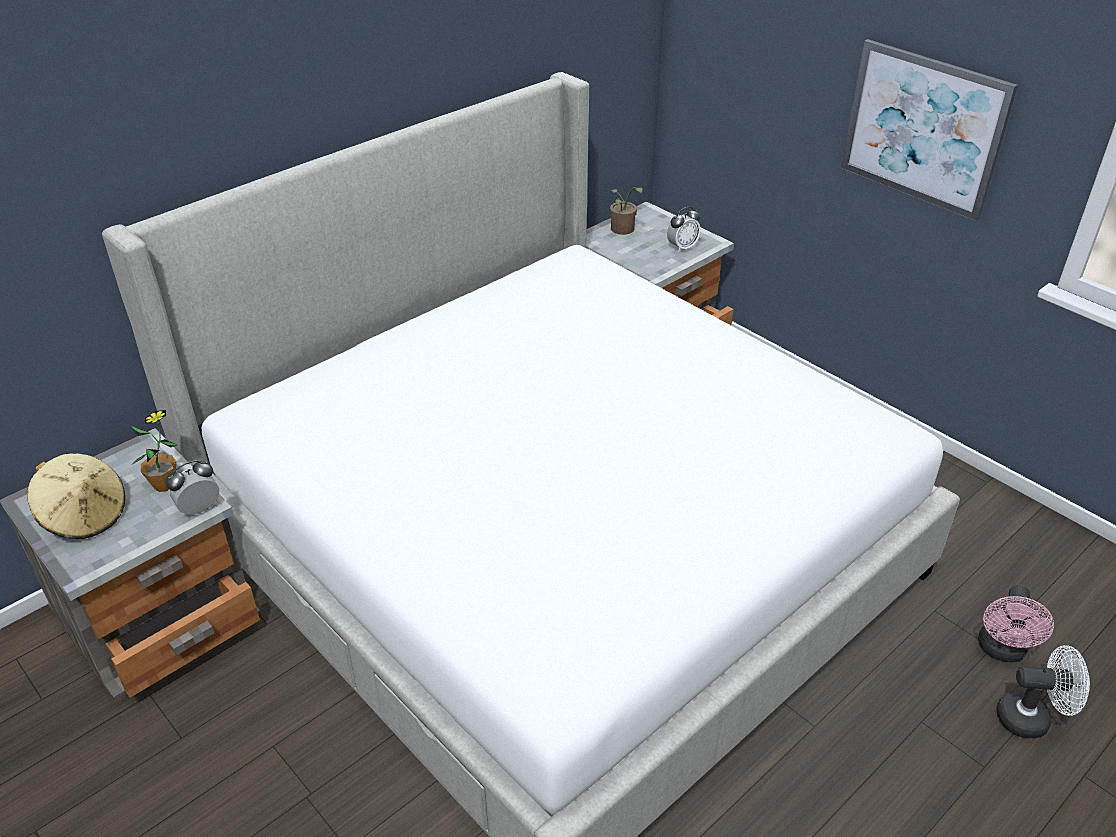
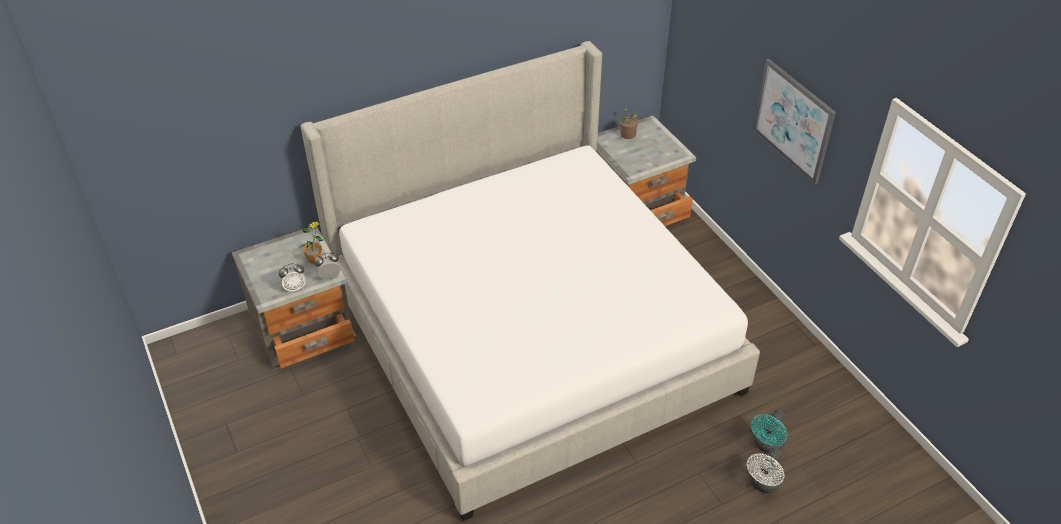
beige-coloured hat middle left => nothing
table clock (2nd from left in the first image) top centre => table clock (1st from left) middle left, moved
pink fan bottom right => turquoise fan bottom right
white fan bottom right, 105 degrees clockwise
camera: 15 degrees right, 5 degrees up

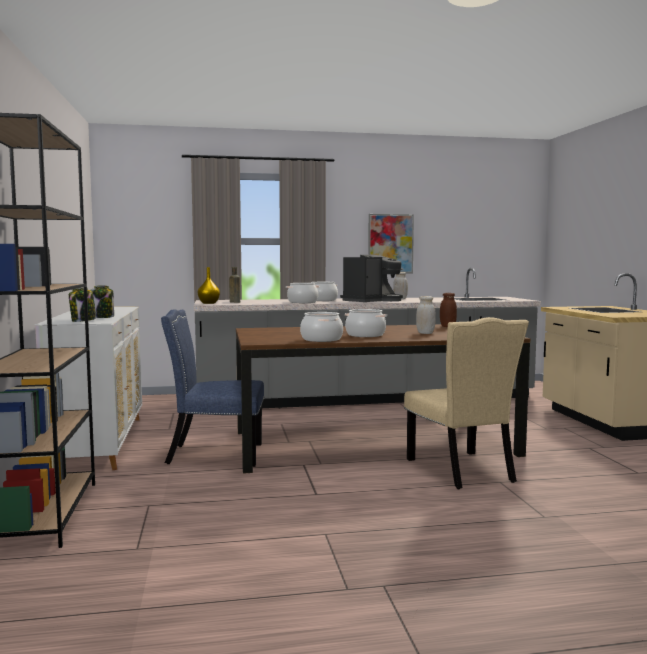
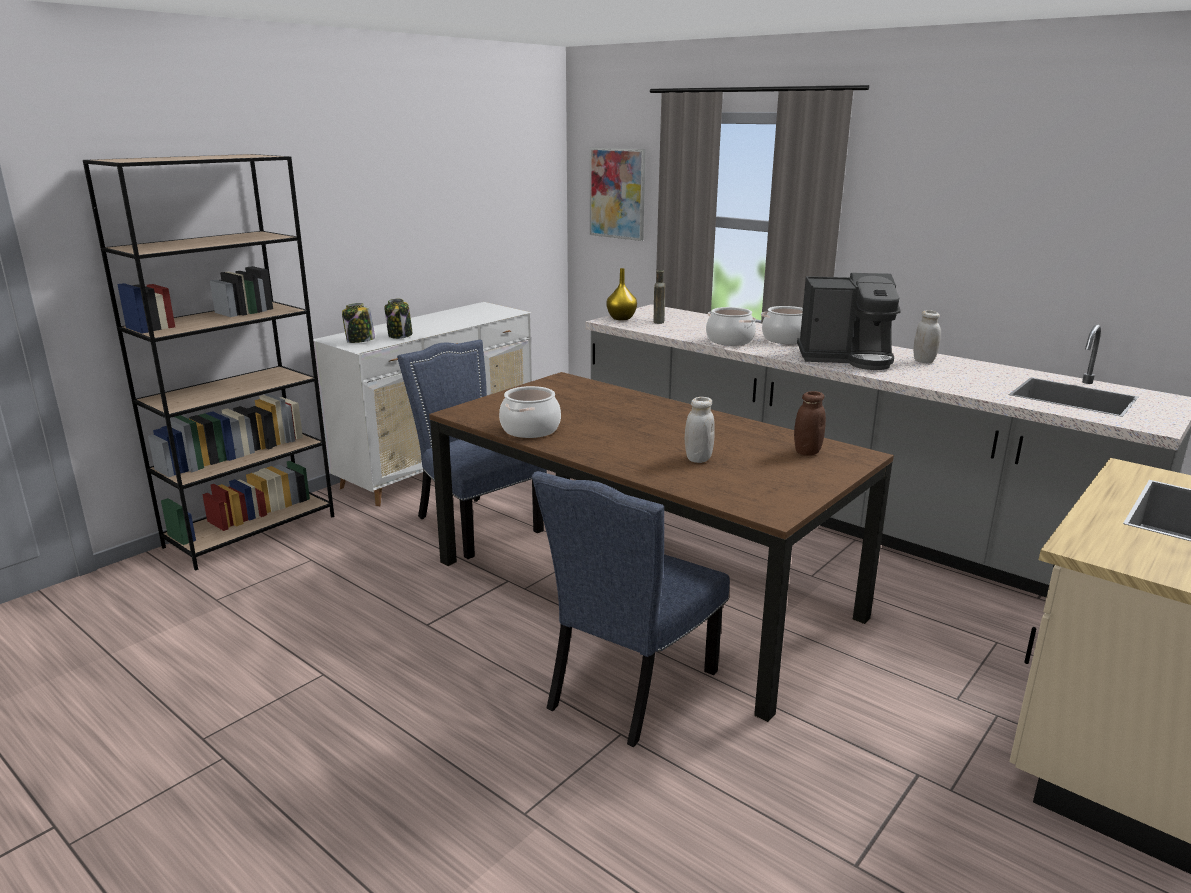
saucepot (4th from left) centre => nothing
wall art centre => wall art top centre, moved
beige-coloured plain chair middle right => blue plain chair (2nd from left) bottom centre
camera: 50 degrees right, 15 degrees up

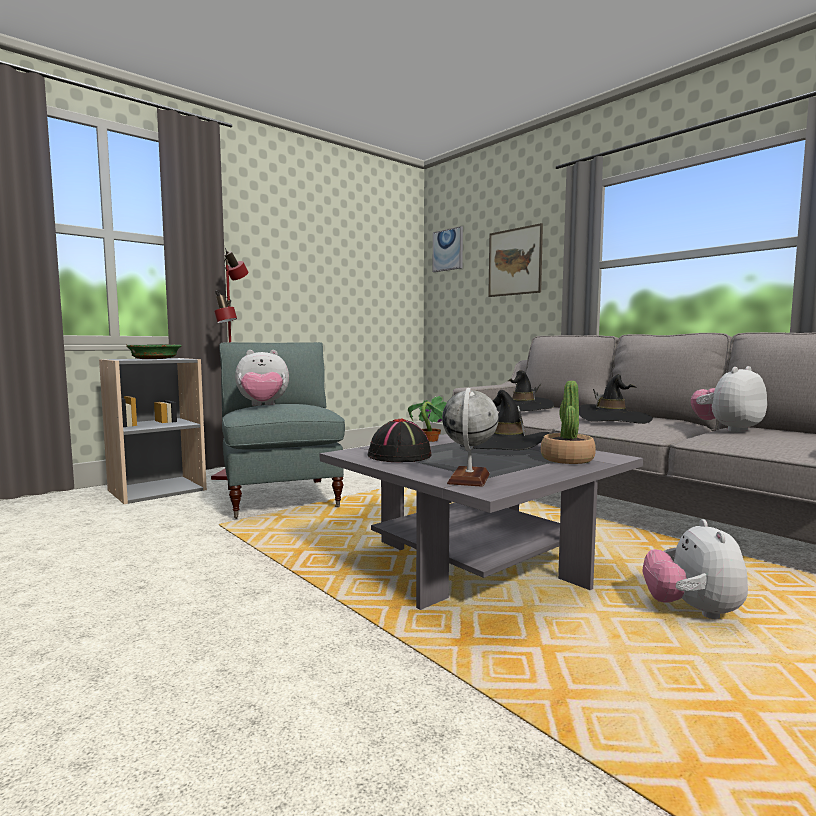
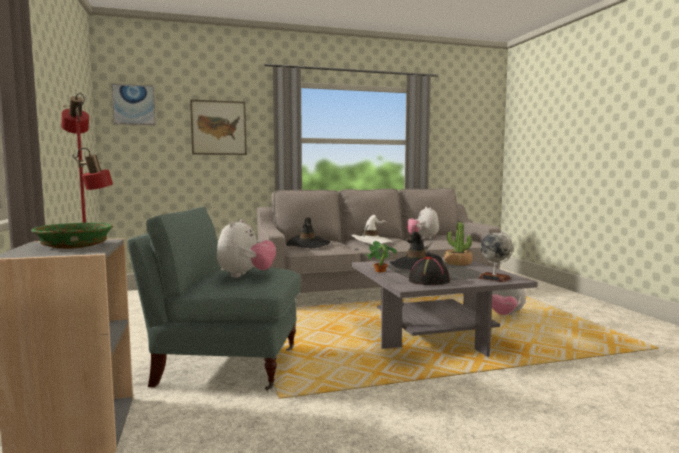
blackish hat (4th from left) middle right => white hat centre
camera: 65 degrees left, 0 degrees up

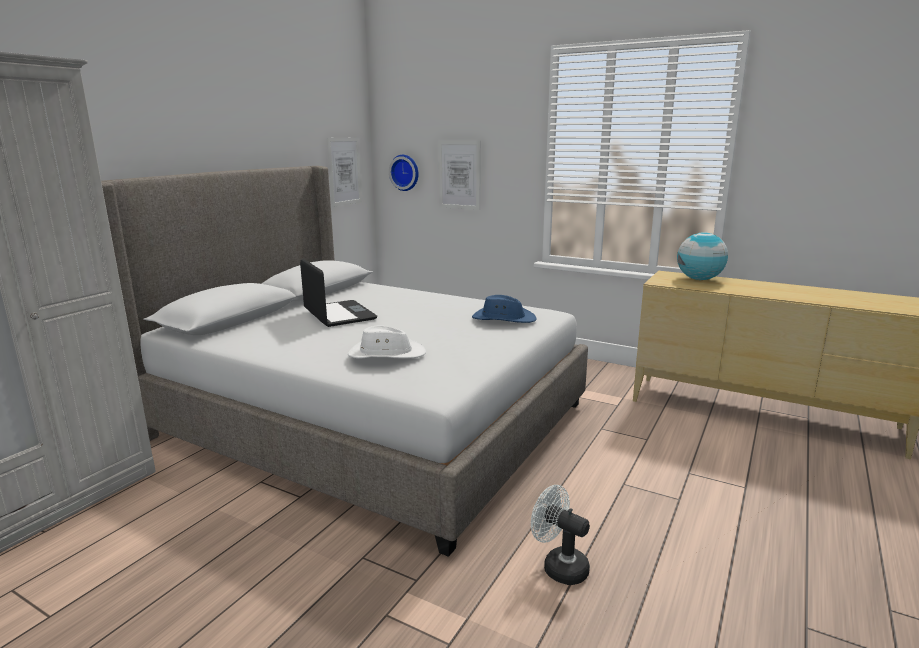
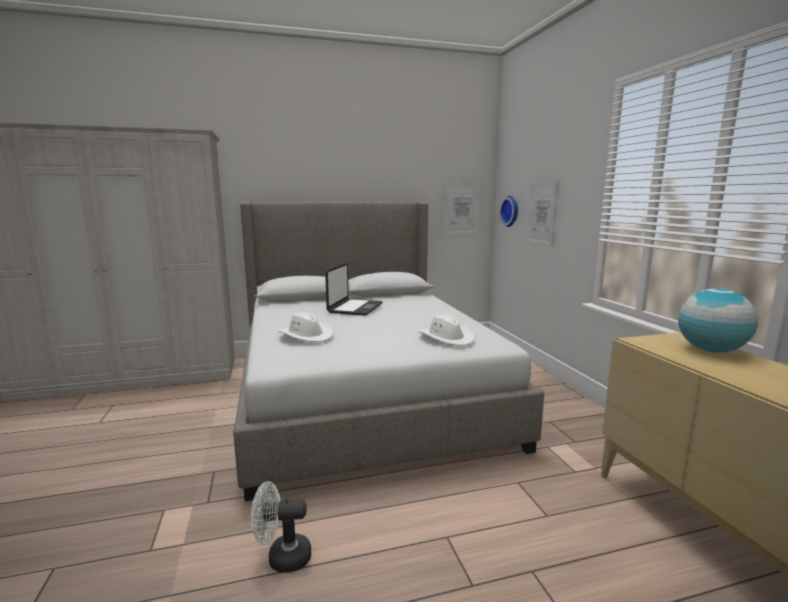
blue hat centre => white hat (2nd from left) centre
white fan bottom centre, 90 degrees counterclockwise
camera: 45 degrees right, 5 degrees down

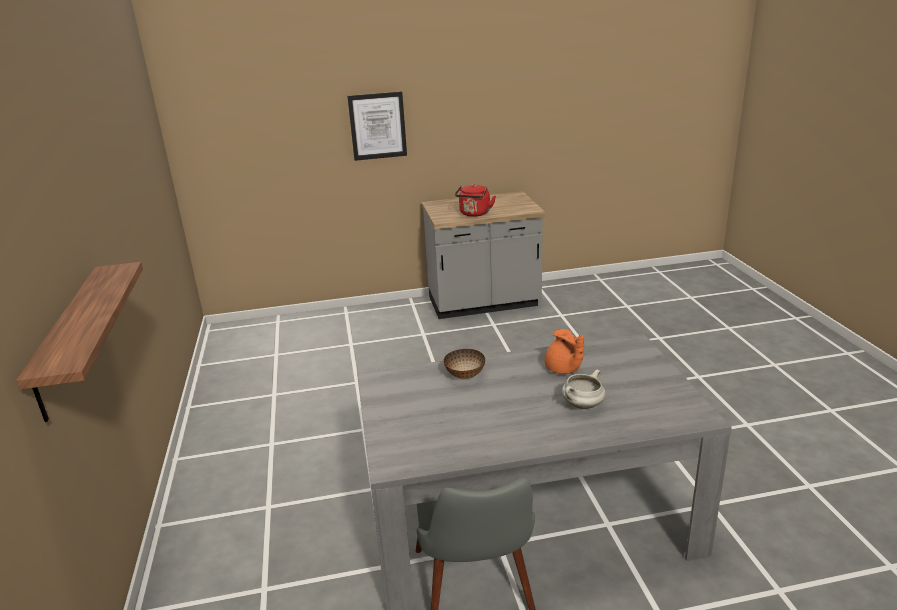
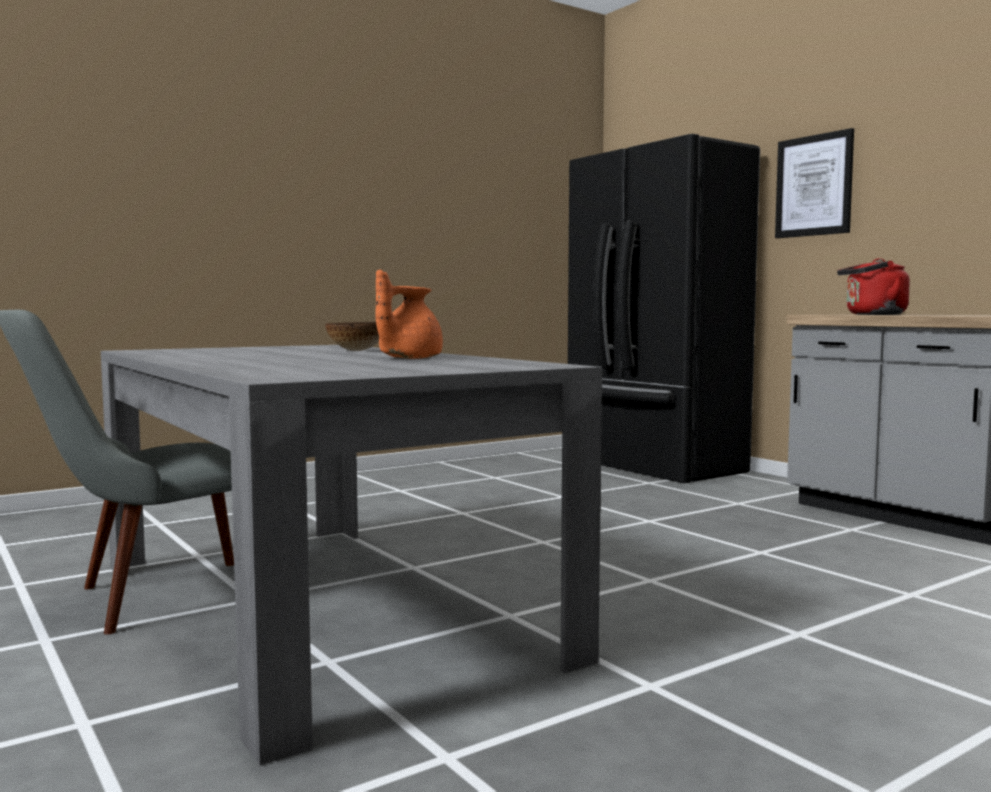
shelf middle left => nothing
white saucepot centre => nothing
nothing => blackish fridge middle right
camera: 65 degrees right, 20 degrees down

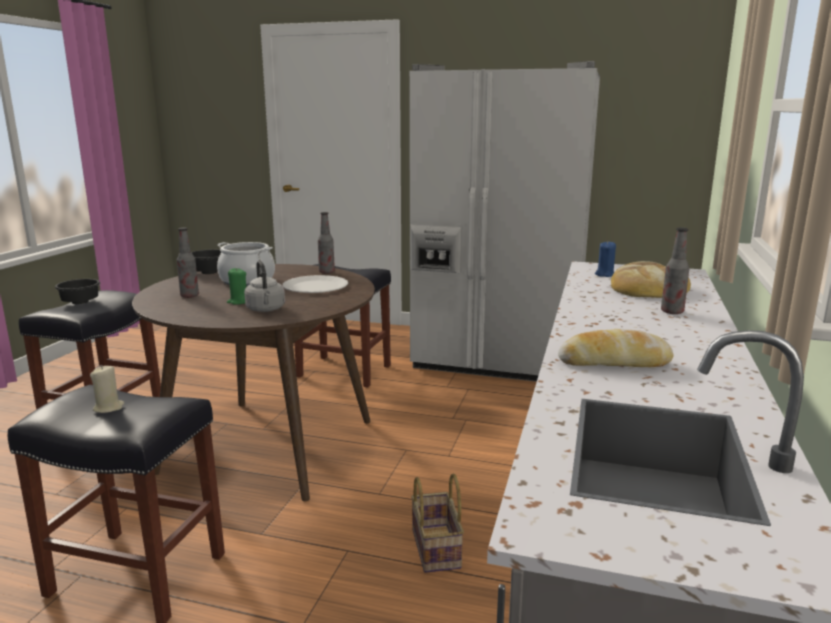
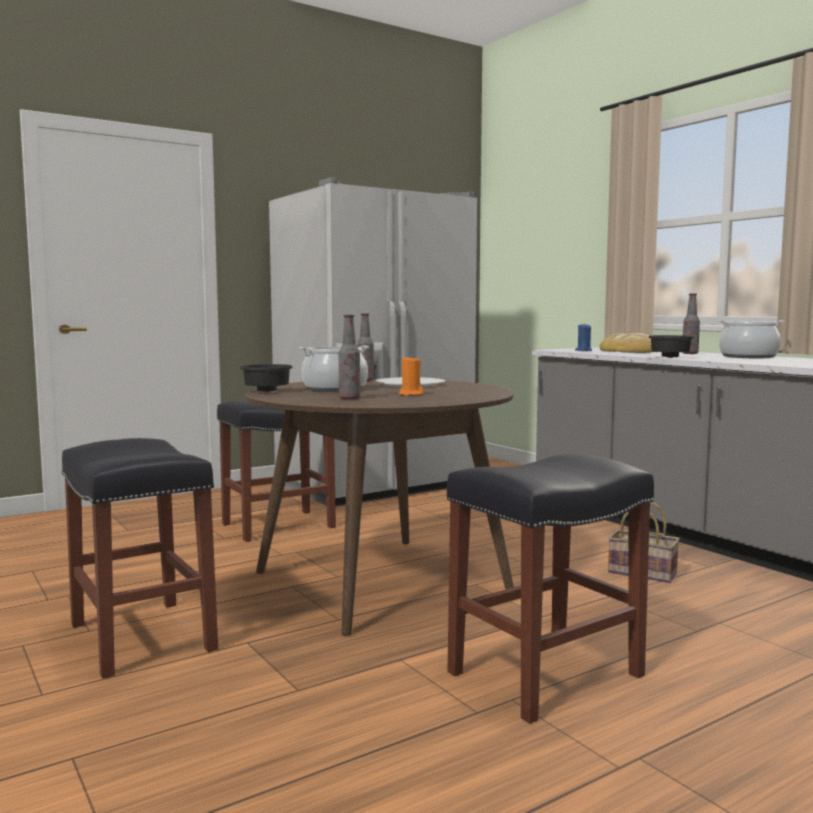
beige-coloured candle middle left => nothing
gray kettle middle left => nothing
bakery bread (1st from left) middle right => nothing
nothing => saucepot (2nd from left) middle right
blackish deep dish (1st from left in the first image) middle left => blackish deep dish (2nd from left) middle right, moved
green-coloured candle middle left => orange-coloured candle centre
camera: 50 degrees left, 10 degrees down

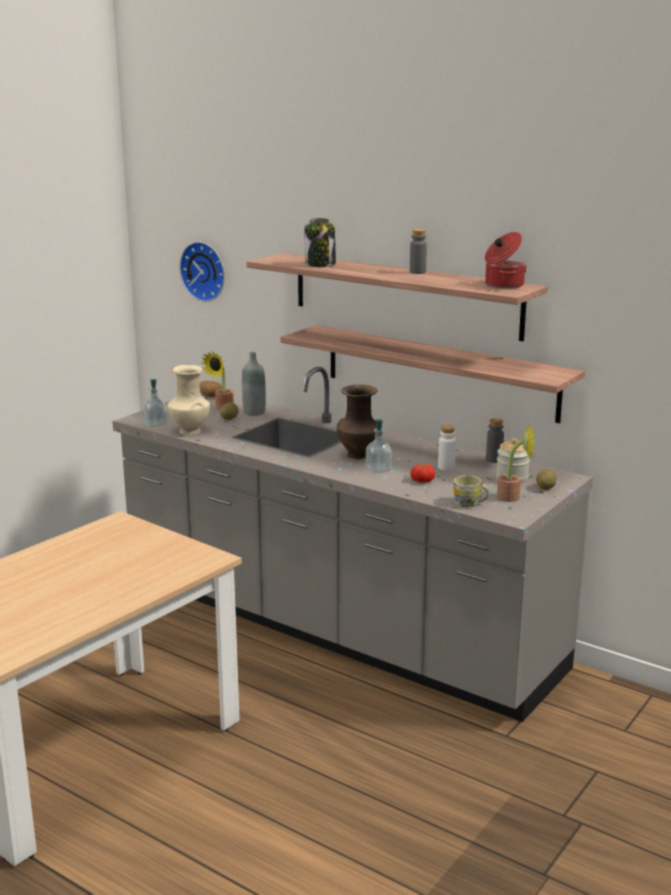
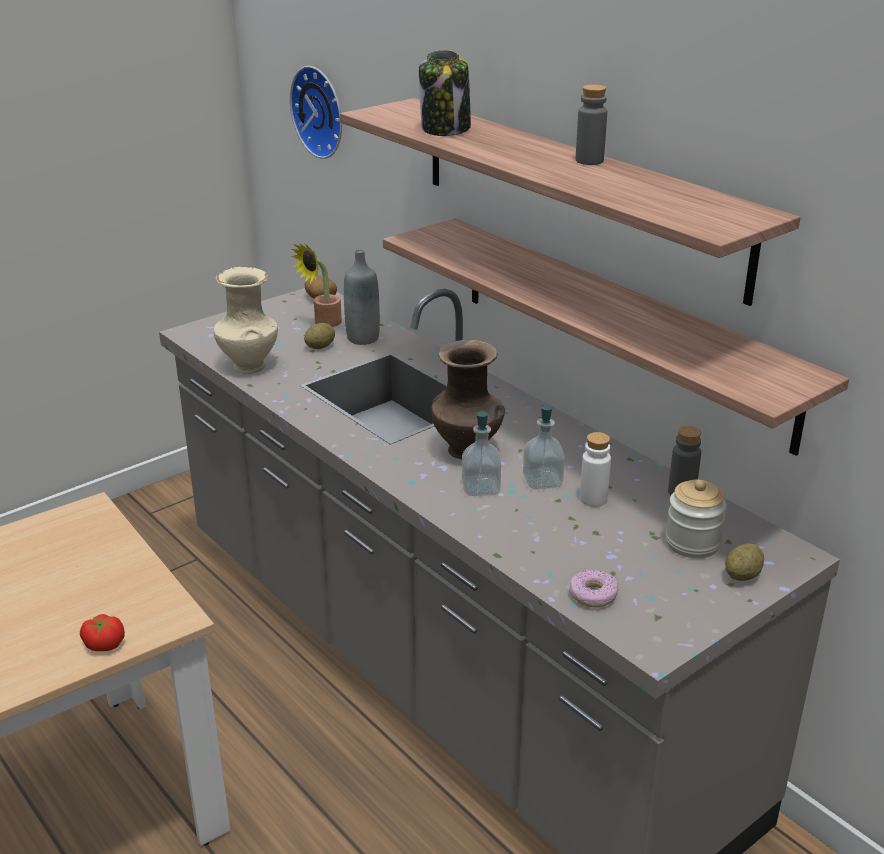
saucepot top right => nothing
plant in a pot (2nd from left) middle right => nothing
soap bottle (1st from left in the first image) middle left => soap bottle (2nd from left) centre, moved
tomato centre => tomato bottom left, moved
tea mug middle right => doughnut bottom right
camera: 15 degrees right, 10 degrees up

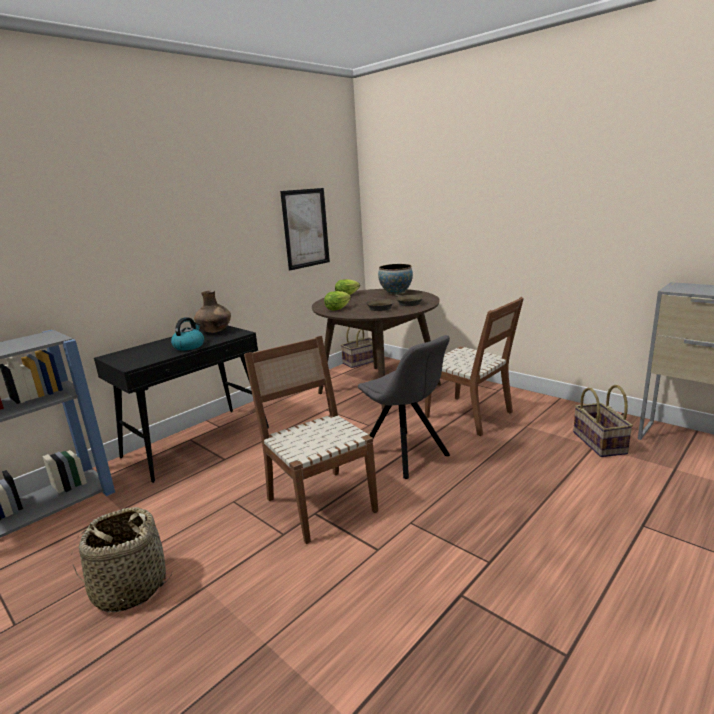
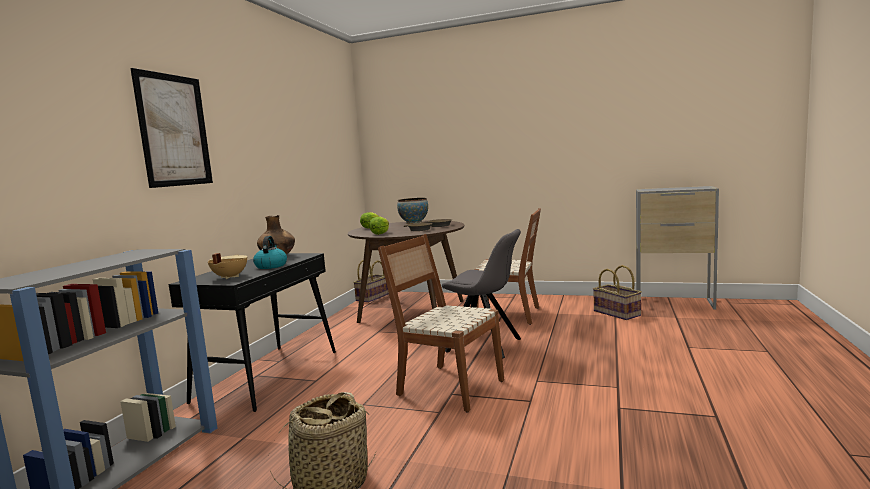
nothing => beige-coloured saucepot middle left
wall art top centre => wall art top left, moved
camera: 25 degrees left, 10 degrees down

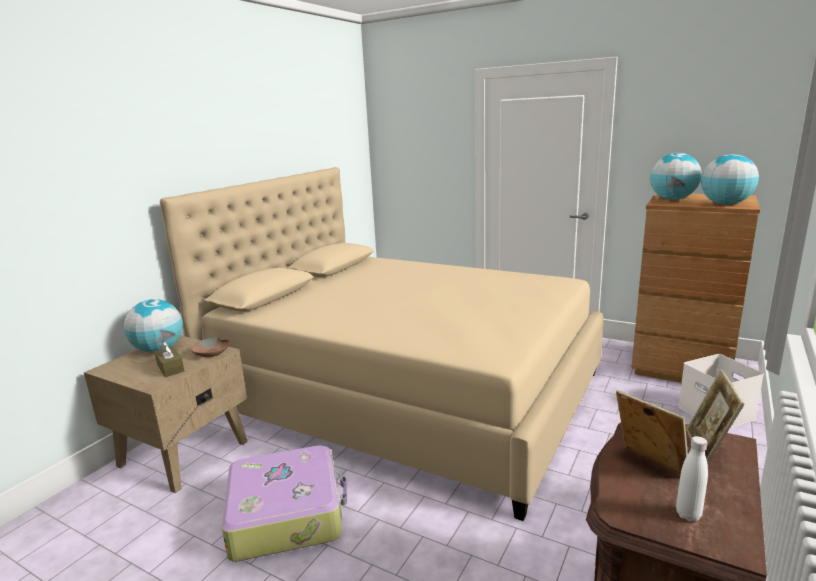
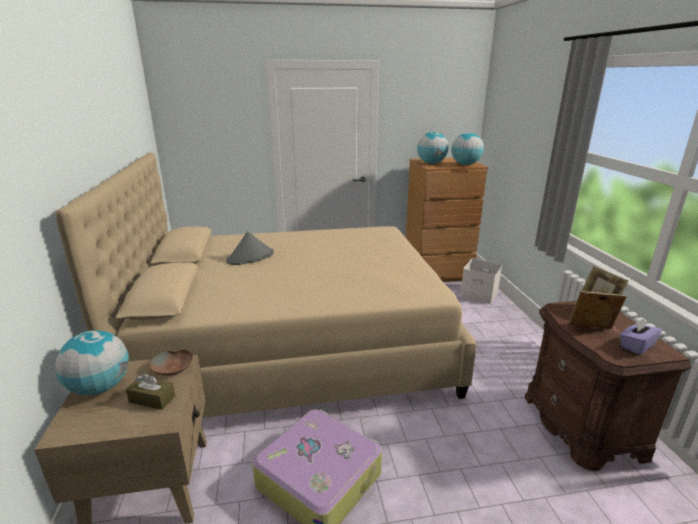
nothing => gray hat centre
white beverage bottle bottom right => purple tissue holder middle right
camera: 40 degrees left, 5 degrees up

